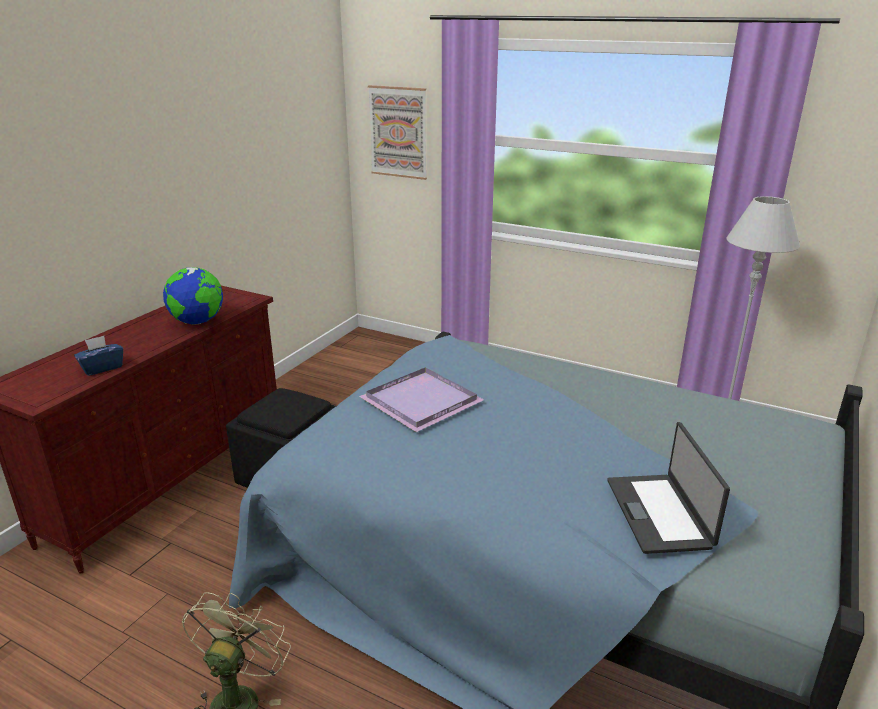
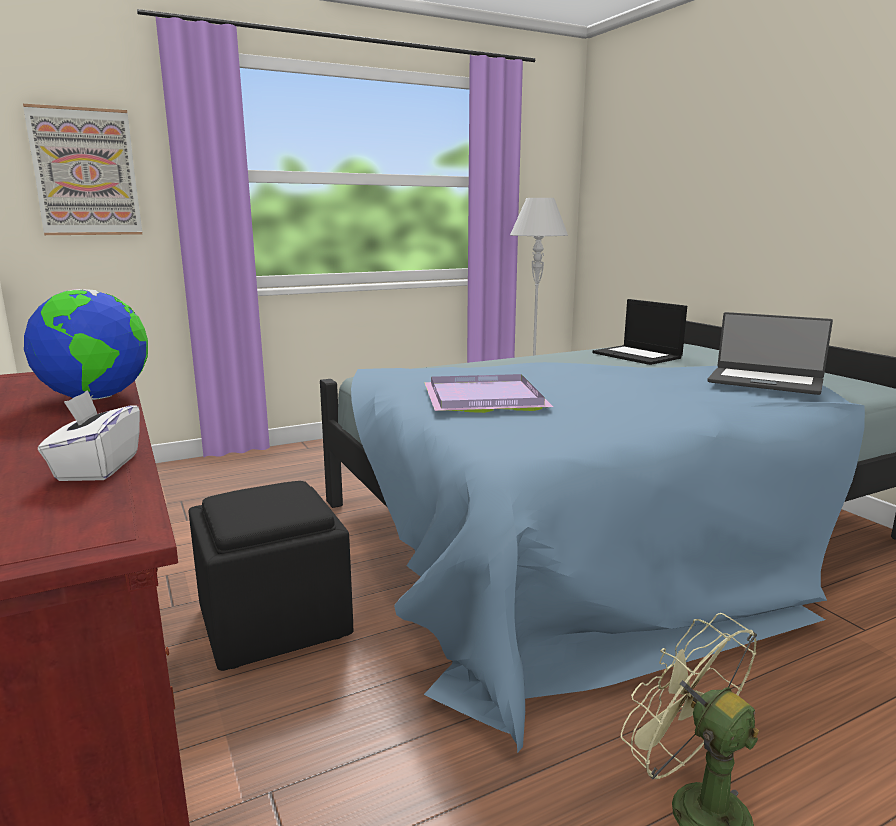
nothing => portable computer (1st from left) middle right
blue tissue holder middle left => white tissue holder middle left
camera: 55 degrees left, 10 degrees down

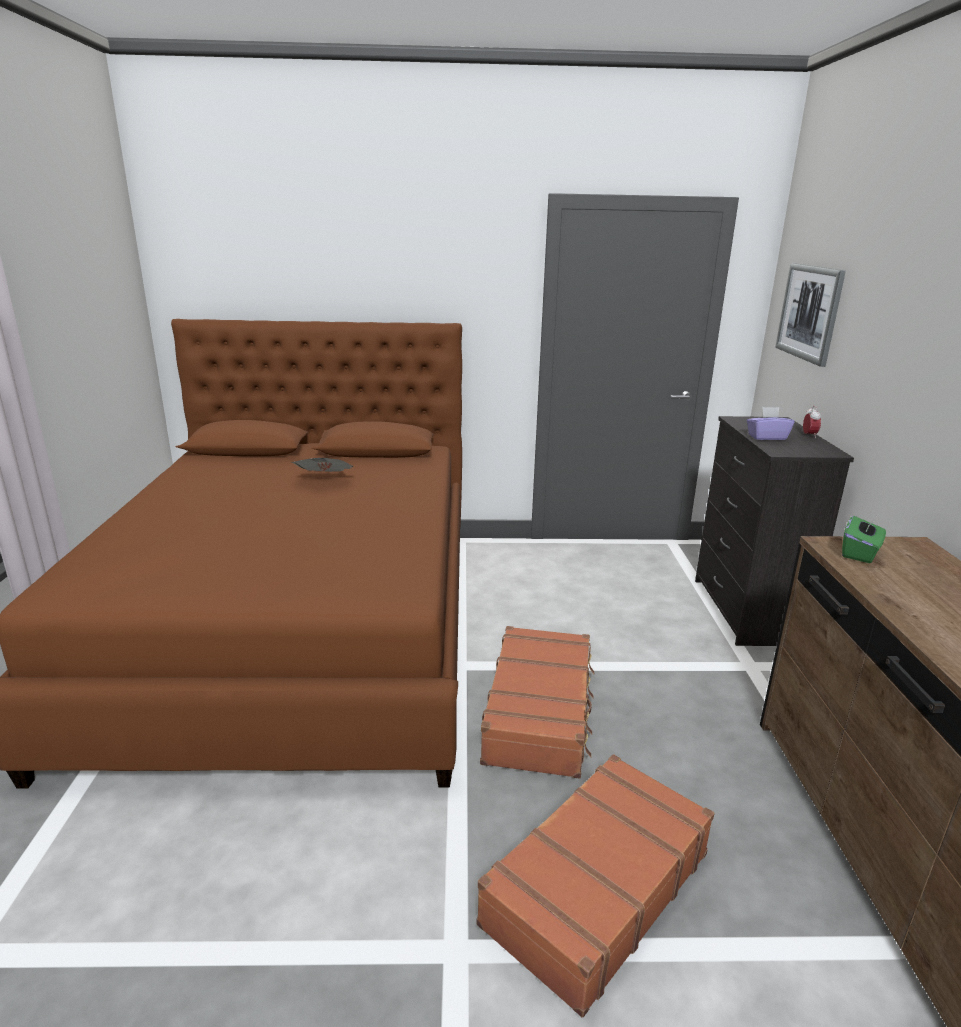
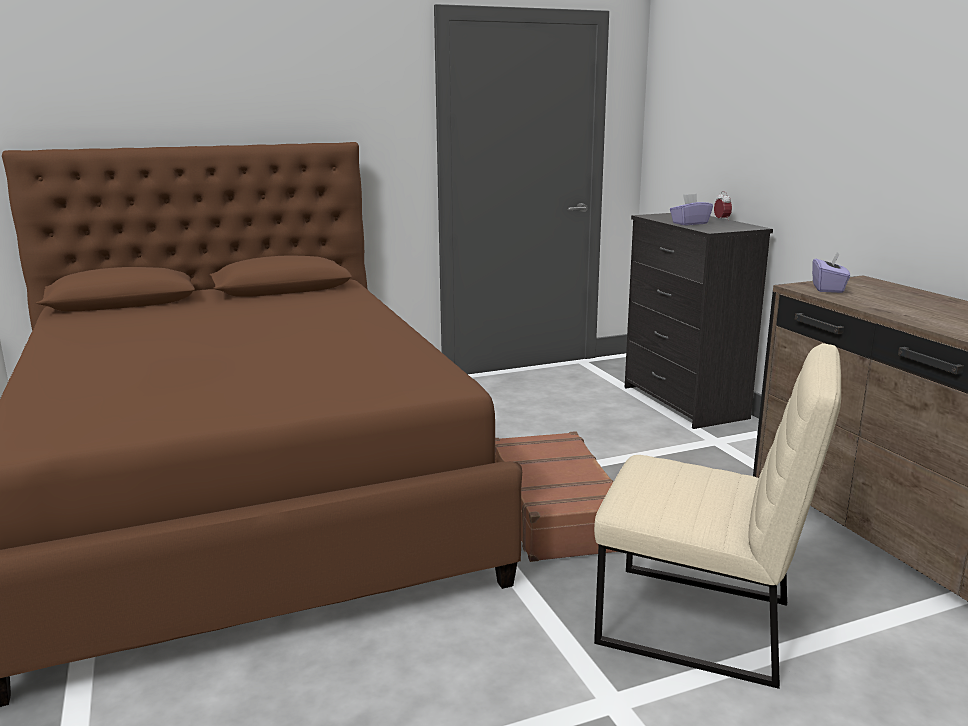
newspaper centre => nothing
wall art top right => nothing
brown piece of luggage (2nd from left) bottom centre => beige-coloured plain chair bottom right
green-coloured tissue holder middle right => purple tissue holder (2nd from left) middle right
camera: 20 degrees left, 5 degrees down

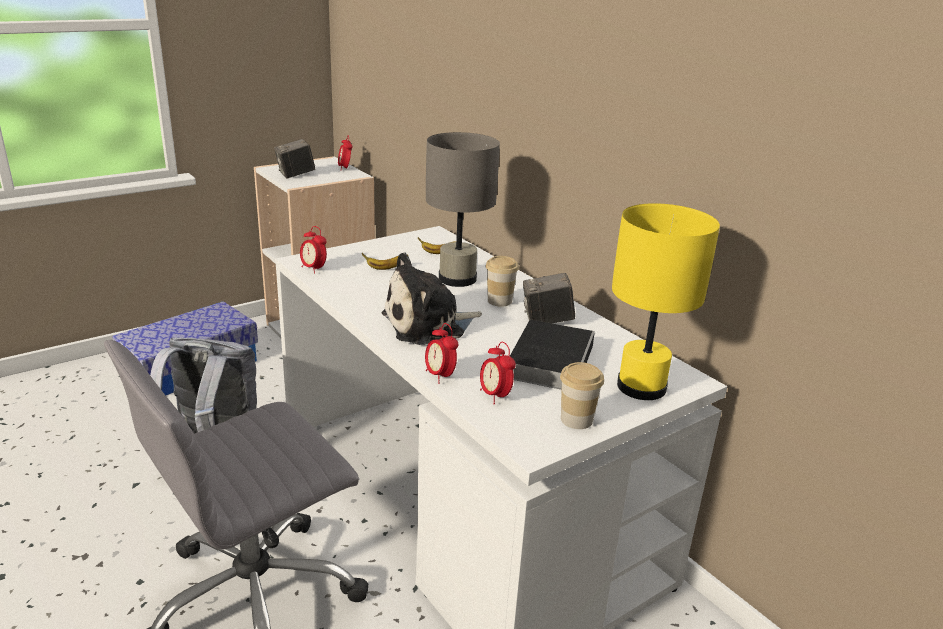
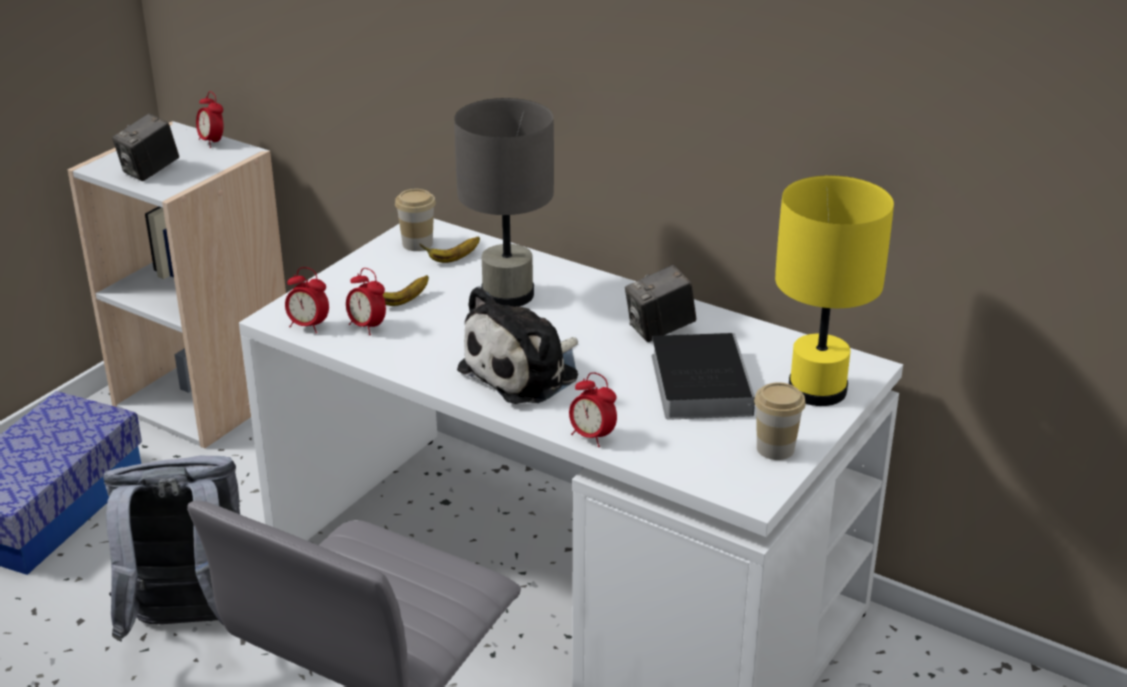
table clock (4th from left in the first image) centre => table clock (3rd from left) middle left, moved
small cup (1st from left) centre => small cup (1st from left) top centre, moved
camera: 20 degrees left, 5 degrees up

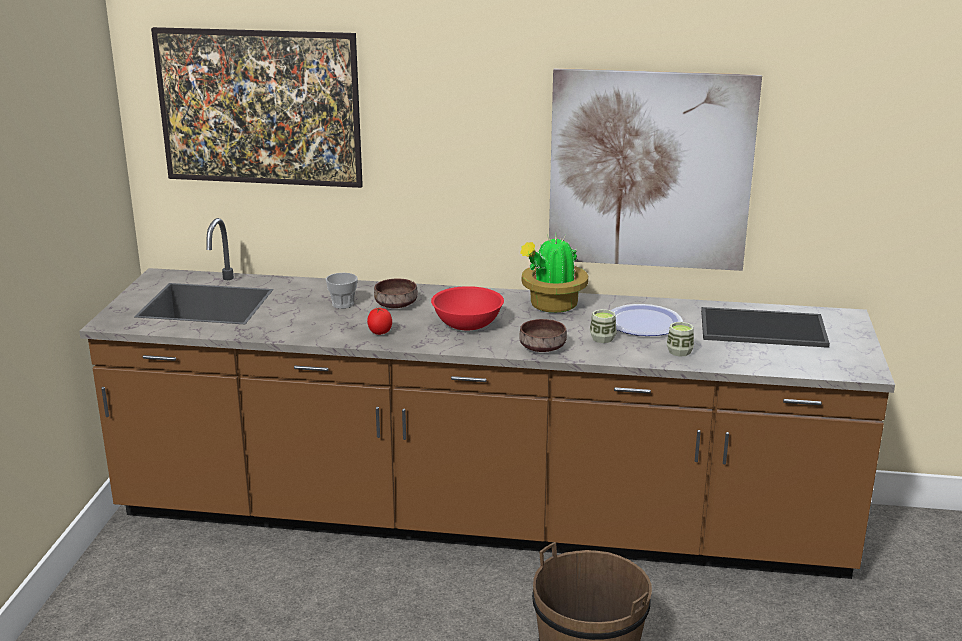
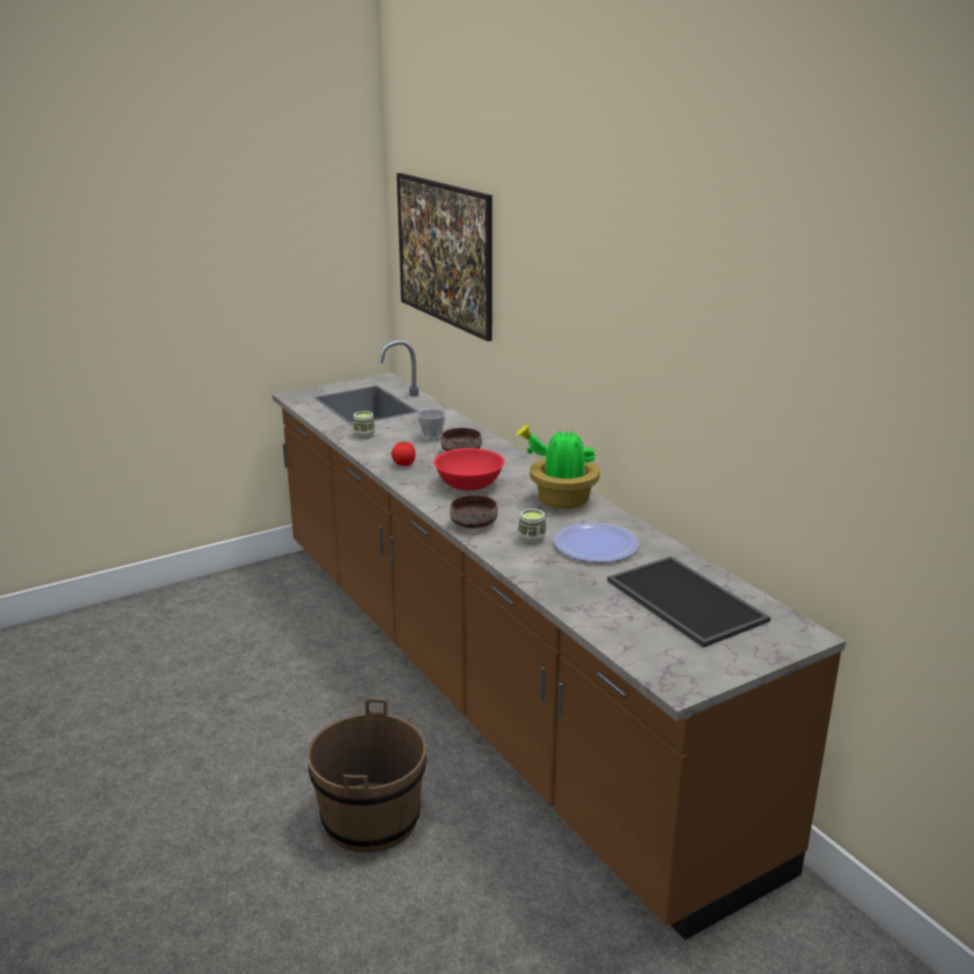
wall art (2nd from left) top right => nothing
small cup (3rd from left in the first image) middle right => small cup (1st from left) centre, moved
camera: 50 degrees right, 0 degrees up

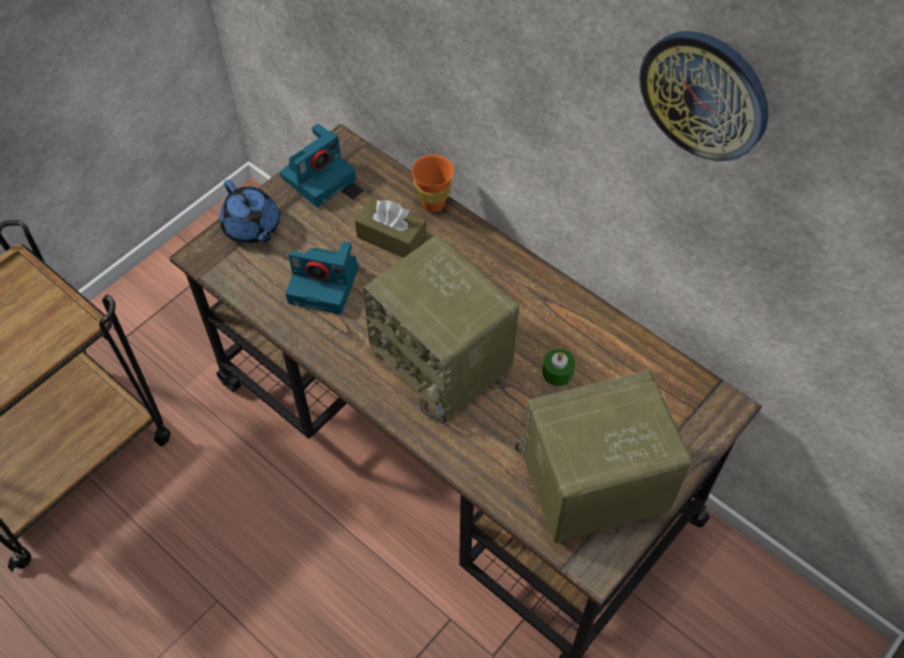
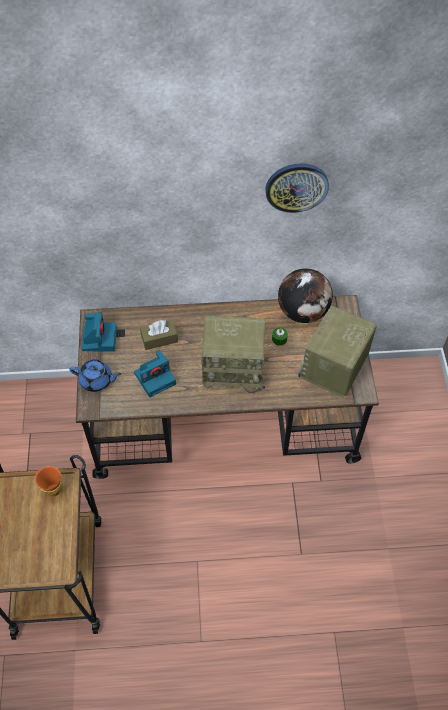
nothing => world globe middle right
orange-coloured small cup top centre => orange-coloured small cup bottom left, moved
camera: 45 degrees left, 0 degrees up

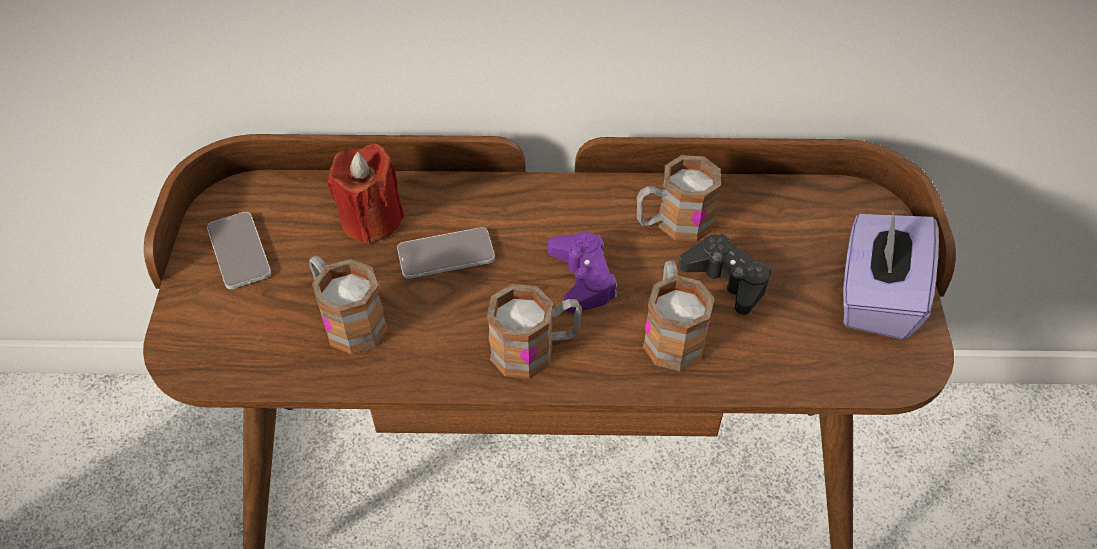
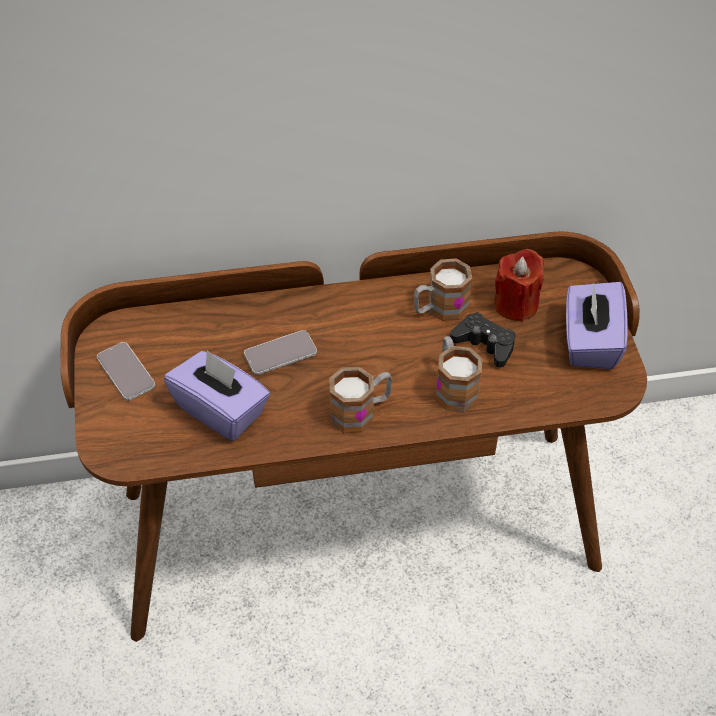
purple joypad centre => nothing
reddish candle centre => reddish candle middle right, moved
tea mug (1st from left) middle left => purple tissue holder (1st from left) middle left
camera: 10 degrees left, 0 degrees up

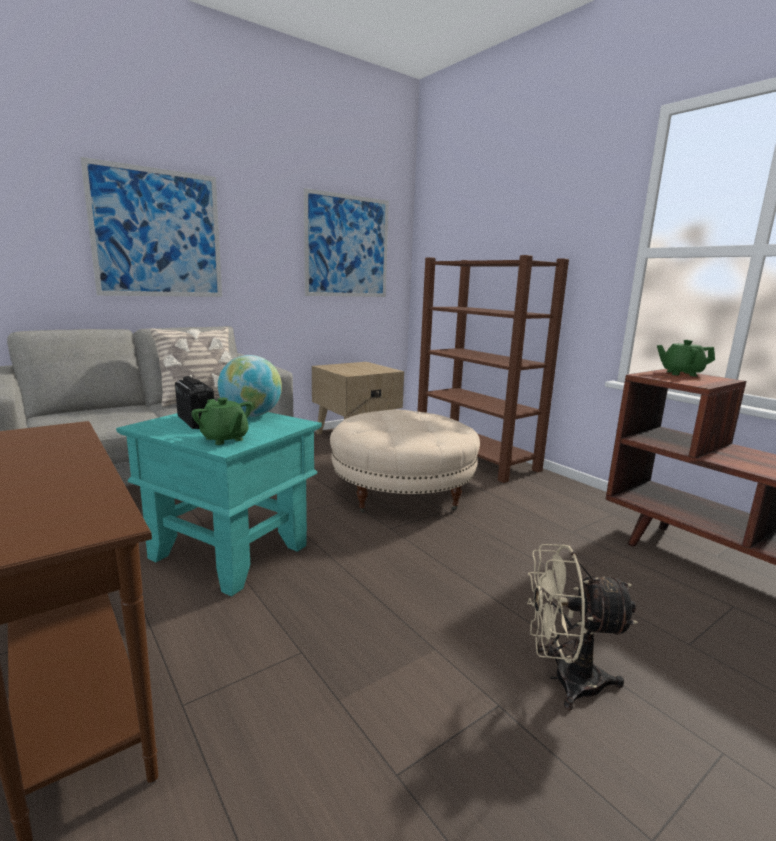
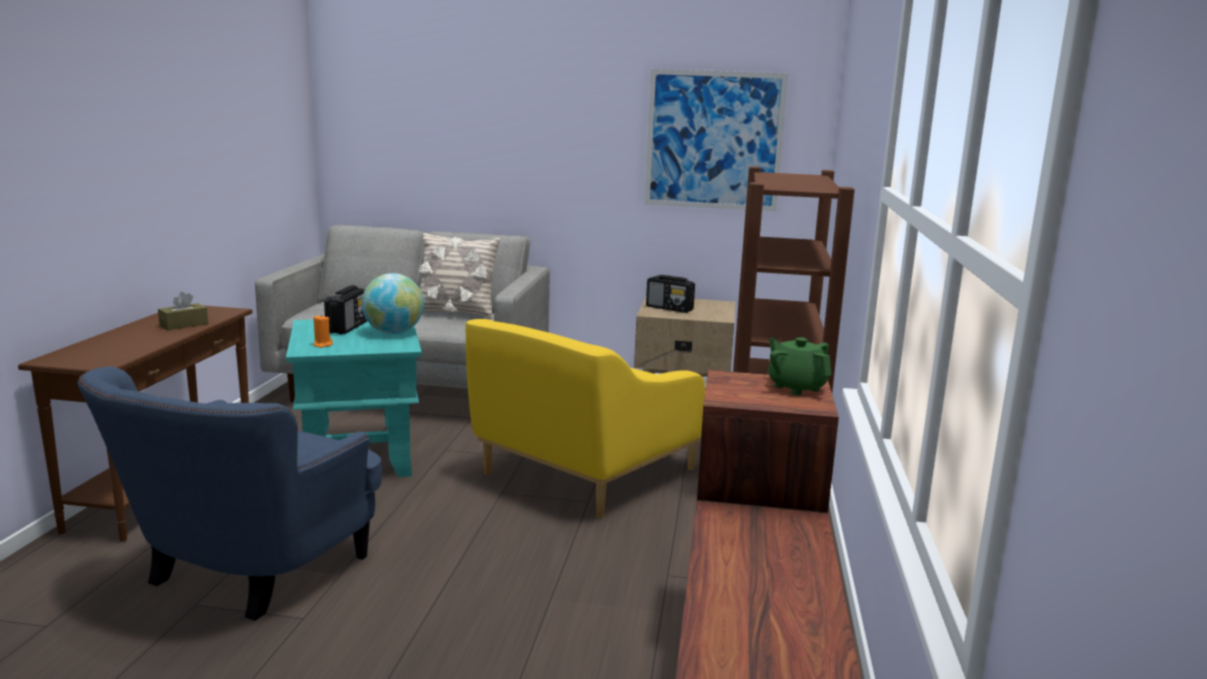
wall art (1st from left) top left => nothing
beige-coloured fan bottom right => nothing
nothing => blue easy chair bottom left
nothing => brown tissue holder middle left
nothing => radio receiver (2nd from left) centre
green-coloured tea pot (1st from left) middle left => orange-coloured candle middle left
beige-coloured footrest centre => yellow easy chair centre
camera: 45 degrees right, 0 degrees up

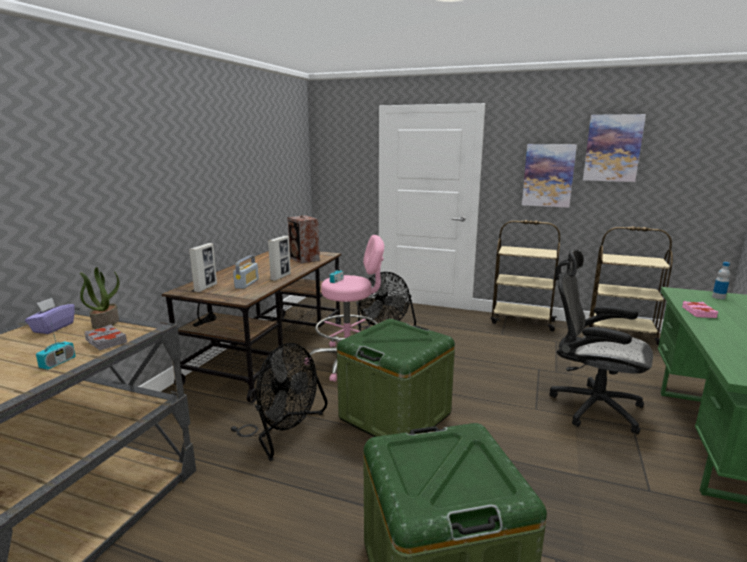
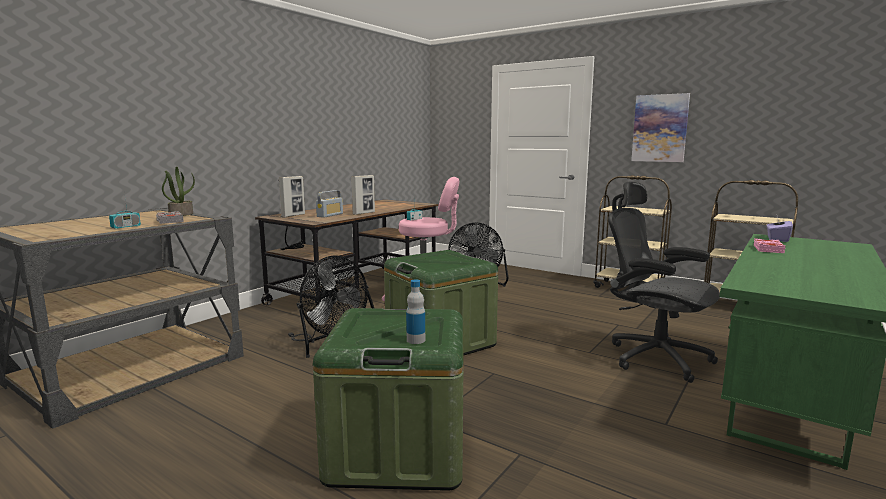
speaker centre => nothing
wall art (2nd from left) top right => nothing
purple tissue holder middle left => purple tissue holder middle right, moved
beverage bottle middle right => beverage bottle centre, moved
camera: 15 degrees right, 5 degrees down

